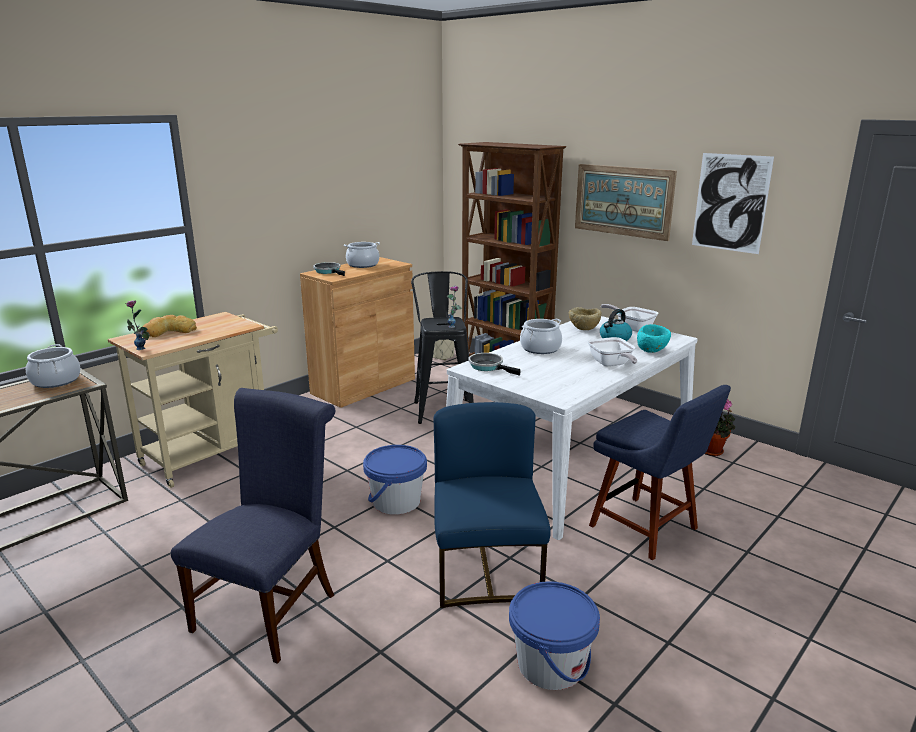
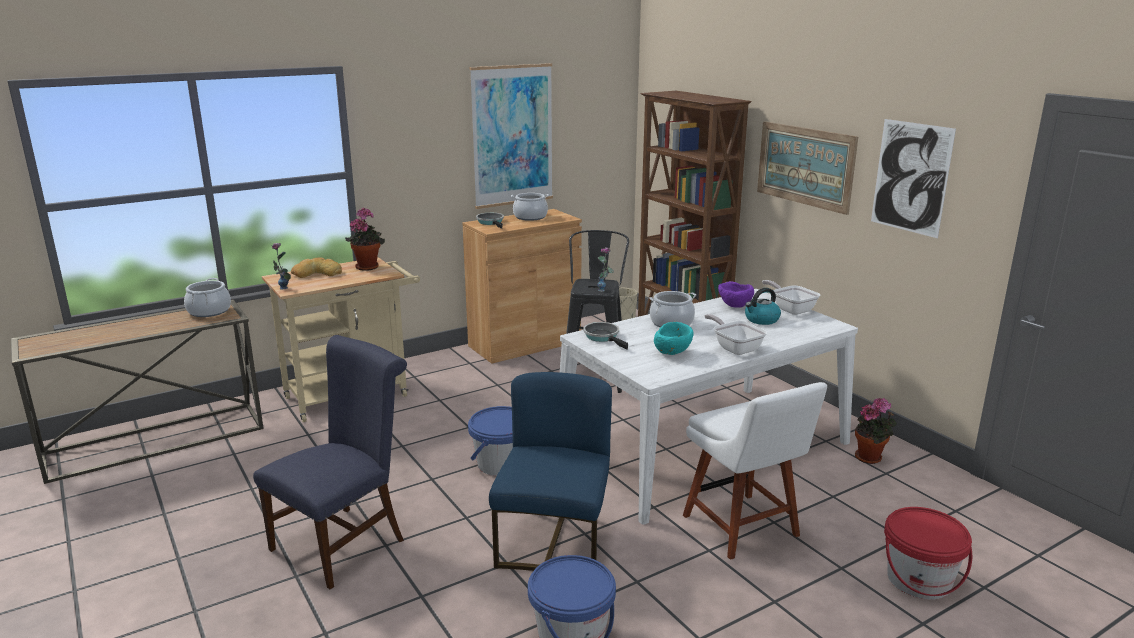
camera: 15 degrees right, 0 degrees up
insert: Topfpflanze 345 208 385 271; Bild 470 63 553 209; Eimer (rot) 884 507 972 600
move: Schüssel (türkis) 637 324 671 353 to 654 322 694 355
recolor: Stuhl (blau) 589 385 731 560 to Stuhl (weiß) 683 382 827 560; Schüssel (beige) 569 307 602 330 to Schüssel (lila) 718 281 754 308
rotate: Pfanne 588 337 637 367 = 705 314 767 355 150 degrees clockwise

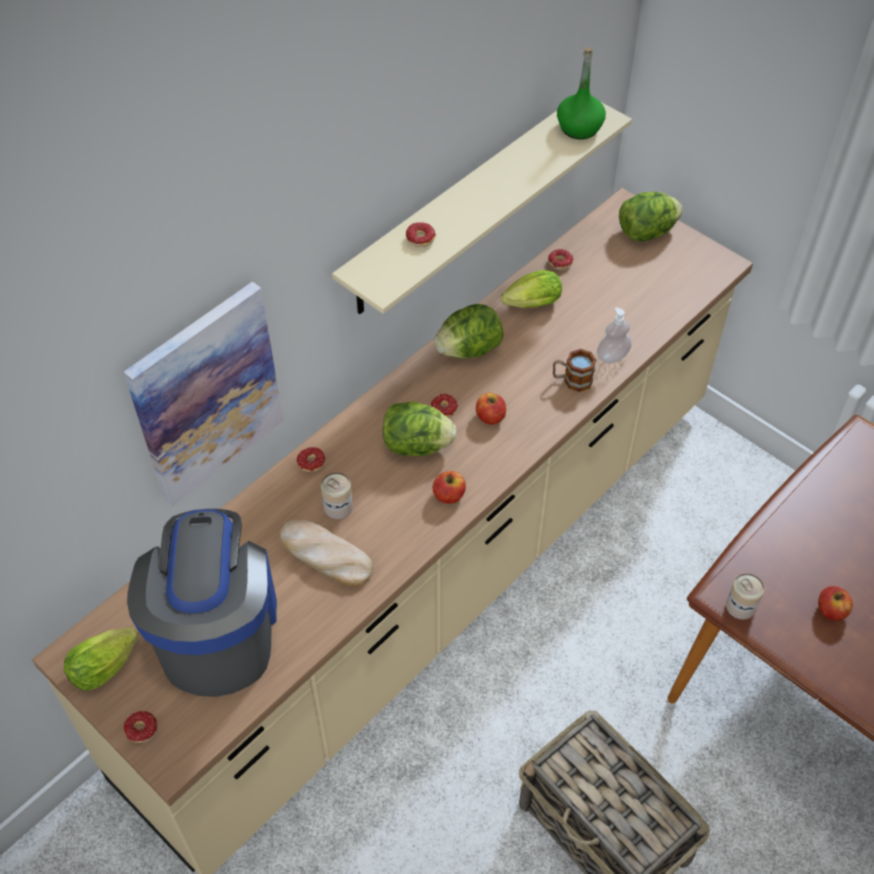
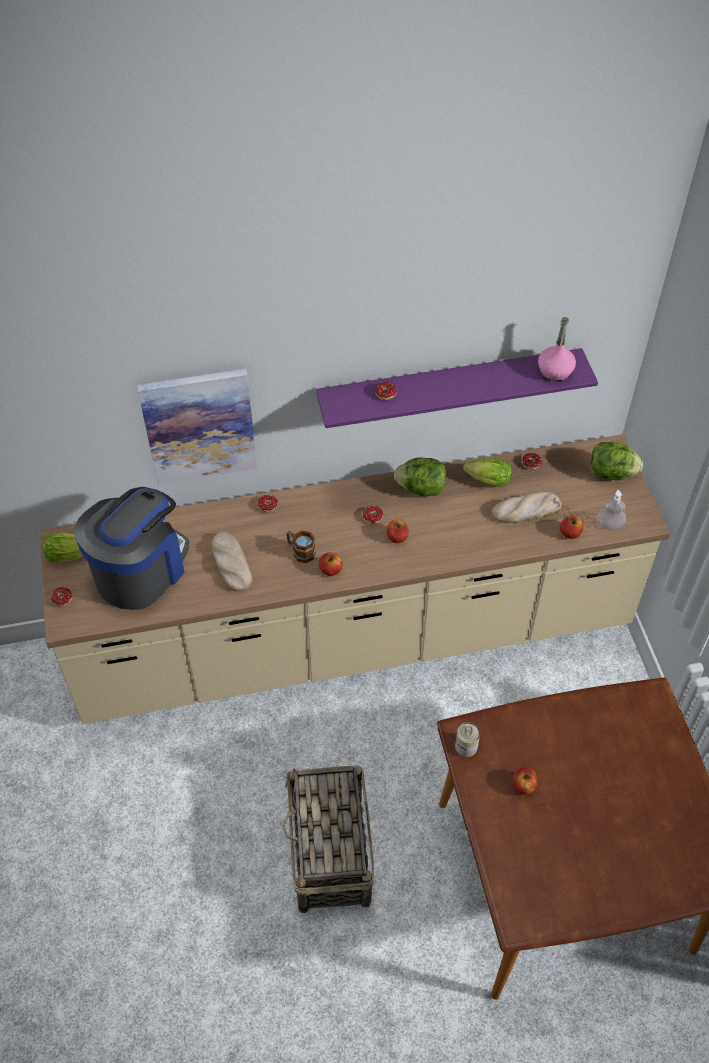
camera: 35 degrees right, 0 degrees up
delete: Dose 321 472 353 519; Salatkopf 383 402 457 456
insert: Brot 491 492 562 523; Apfel 560 516 584 539
move: Henkelbecher 553 349 596 392 to 287 531 316 563; Seifenspender 597 308 632 363 to 597 490 626 530
recolor: Wandregal (beige) 332 102 632 314 to Wandregal (lila) 316 348 598 428; Flasche (grün) 557 47 606 140 to Flasche (rosa) 538 317 576 381

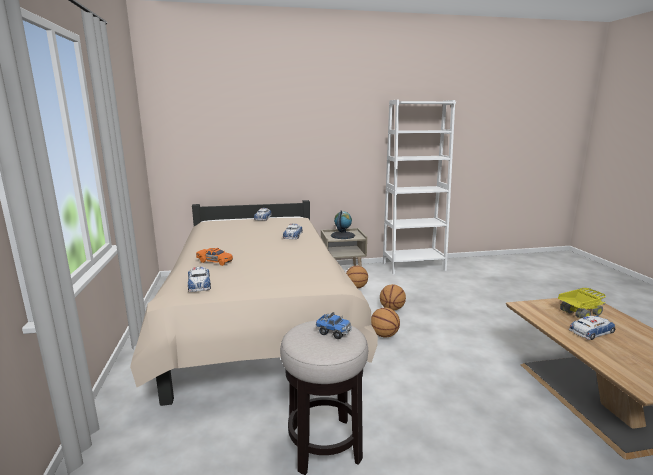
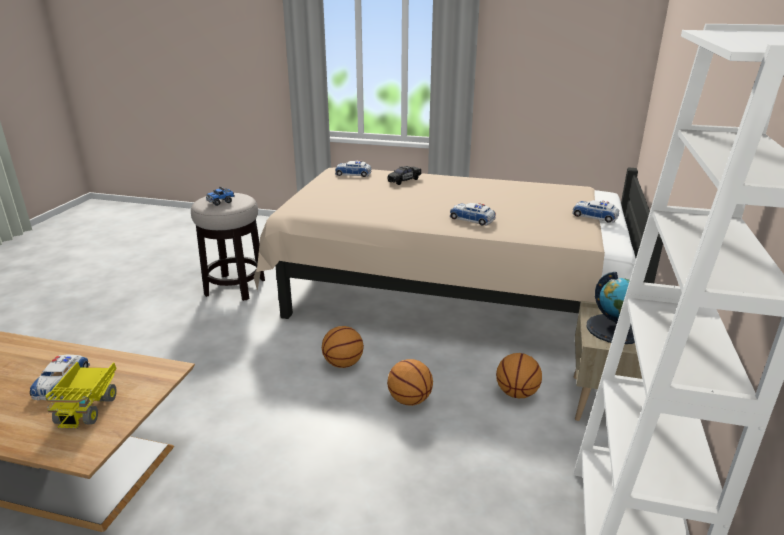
camera: 115 degrees right, 10 degrees up
recolor: Spielzeugauto (orange) 196 248 233 266 to Spielzeugauto (schwarz) 387 166 422 185

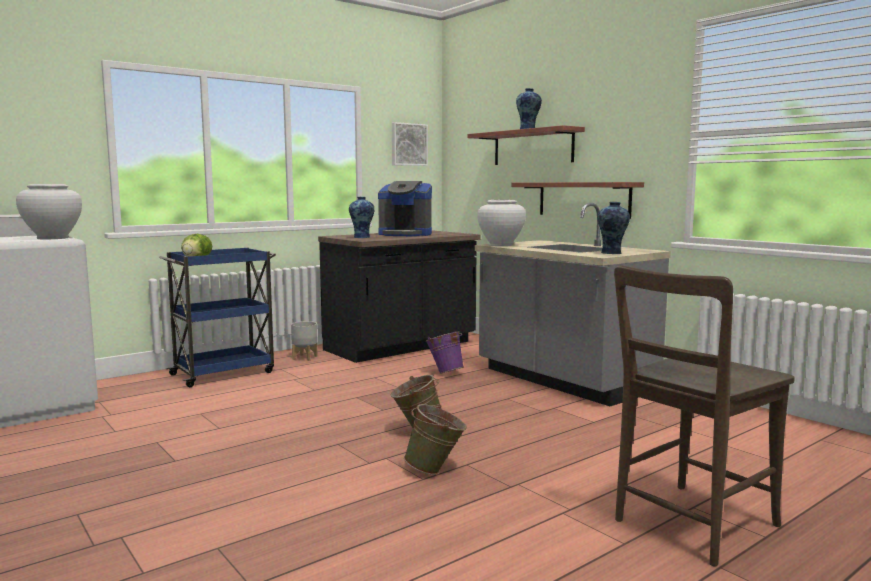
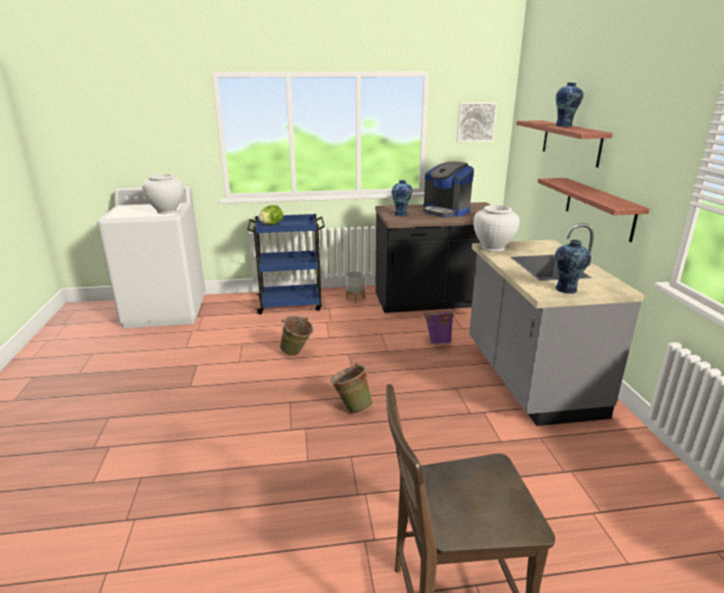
camera: 30 degrees right, 15 degrees up
move: Eimer (grün) 404 404 467 475 to 280 316 314 356

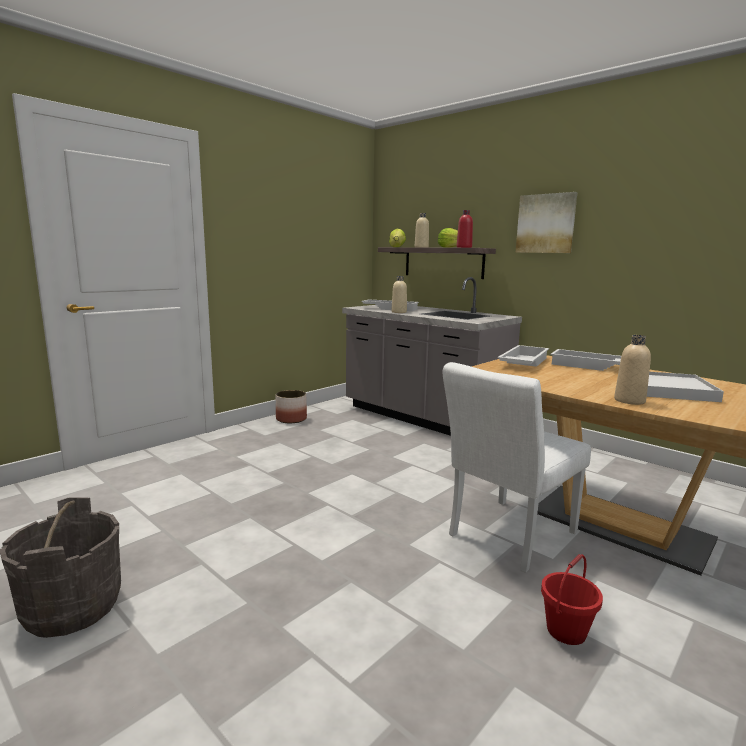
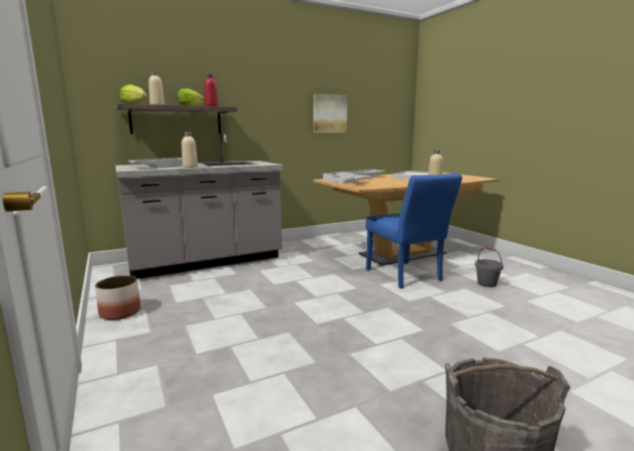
camera: 70 degrees left, 0 degrees up
move: Bild 516 192 577 253 to 313 94 347 133
recolor: Stuhl (weiß) 443 362 591 573 to Stuhl (blau) 366 173 462 289; Eimer (rot) 541 554 603 645 to Eimer (grau) 475 247 504 287

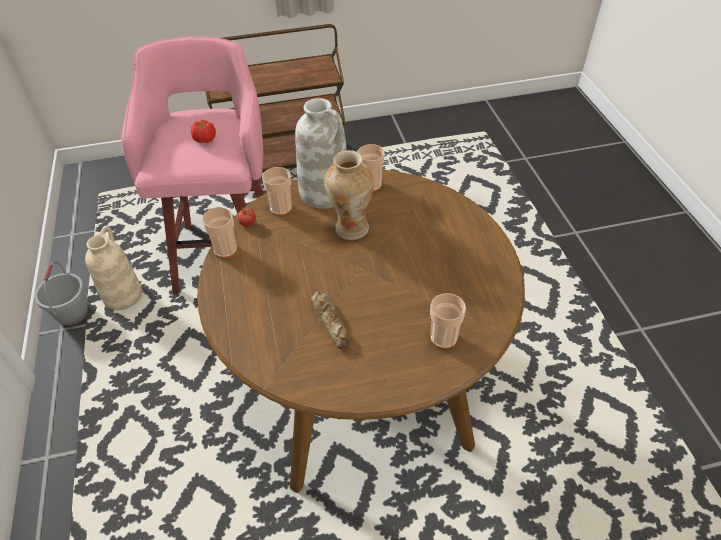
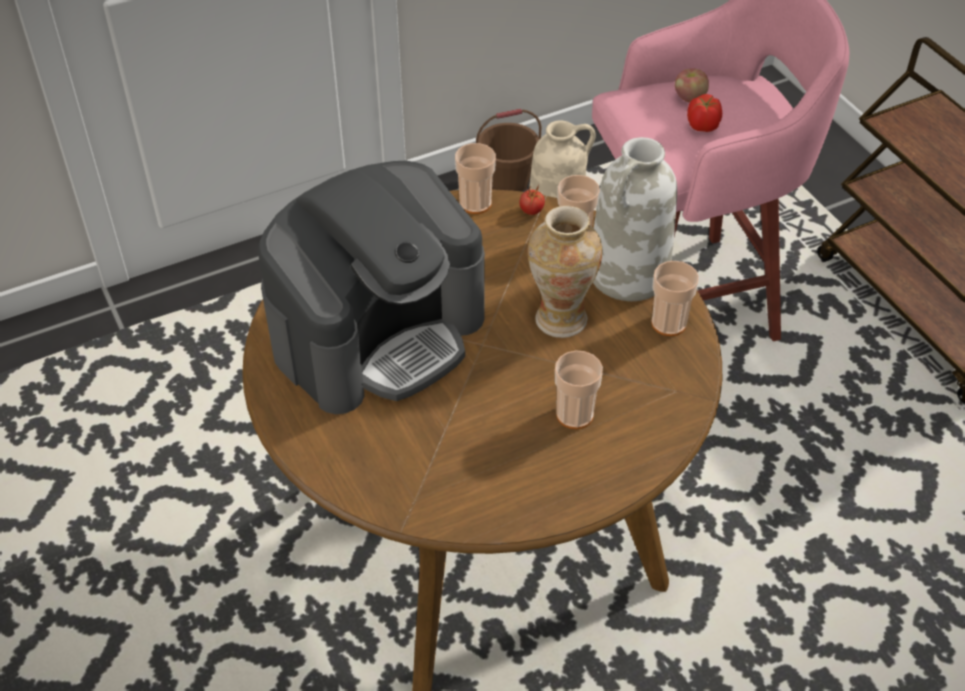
camera: 75 degrees right, 0 degrees up
insert: Apfel 675 68 709 103
move: Tasse 430 293 466 349 to 555 350 603 429
replace: Brot 311 291 351 350 to Kaffeemaschine 258 161 485 414
recolor: Eimer (grau) 34 261 88 326 to Eimer (braun) 476 109 541 192

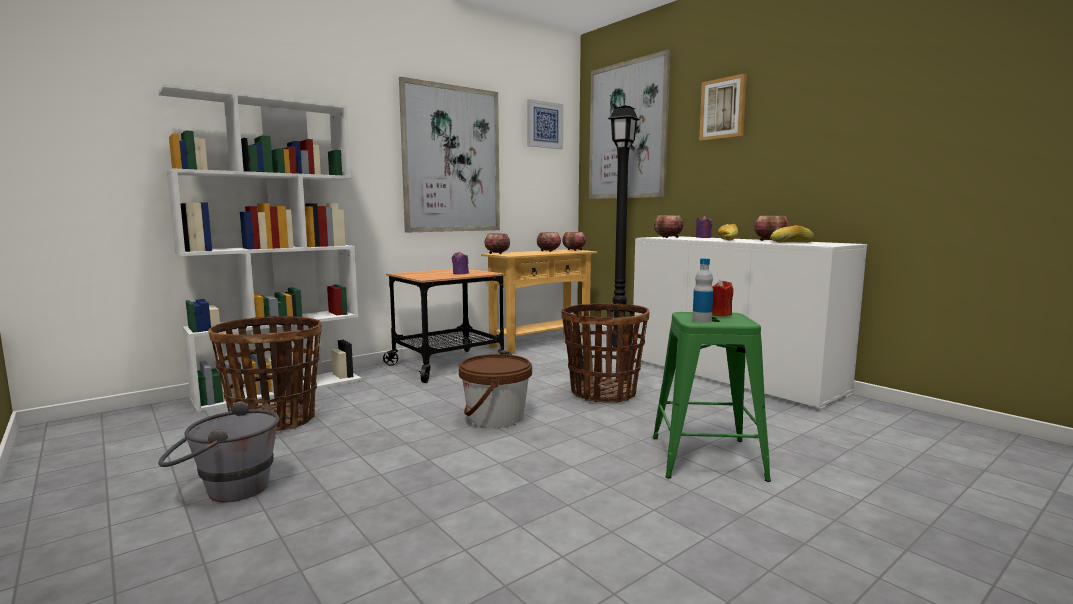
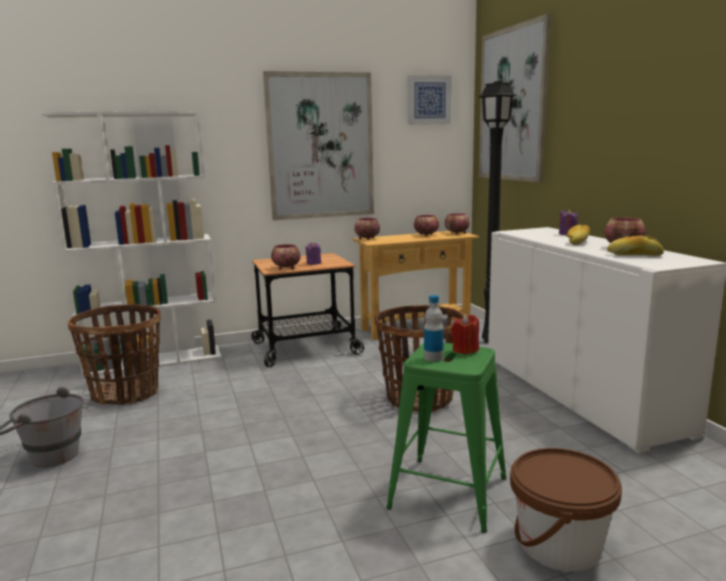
camera: 20 degrees right, 5 degrees up
delete: Bild 699 74 747 141
move: Schüssel 654 215 683 238 to 271 244 301 270; Eimer (braun) 459 354 532 428 to 510 448 622 572

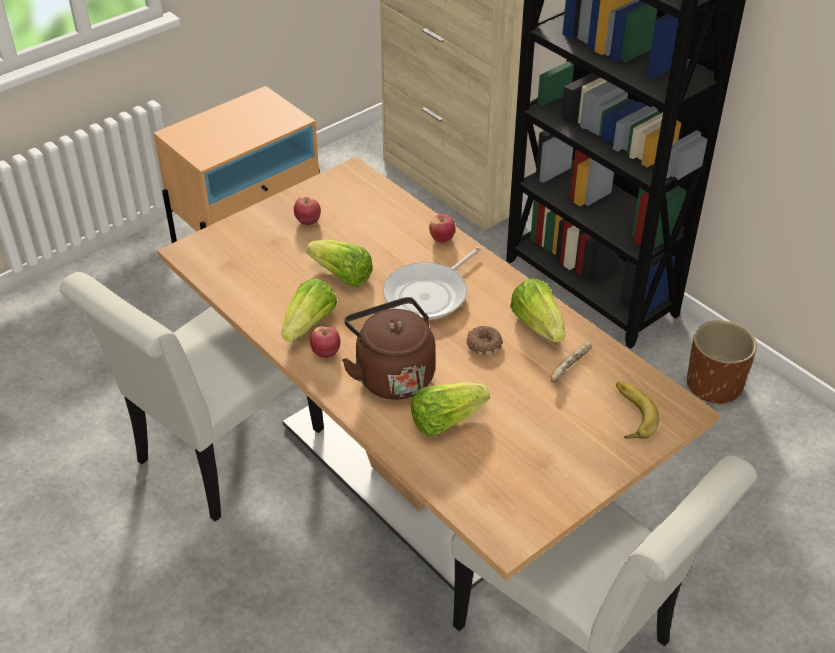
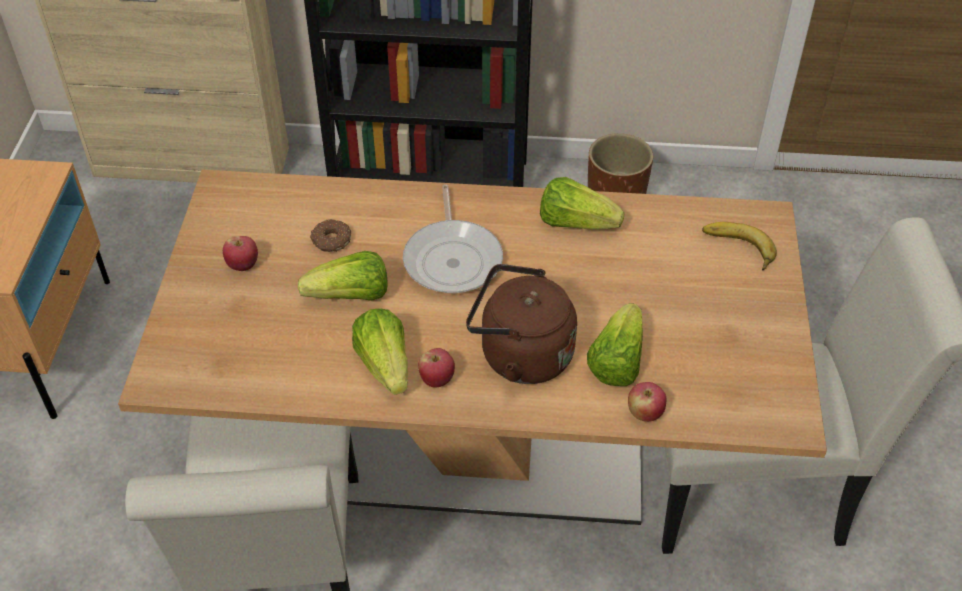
camera: 45 degrees left, 5 degrees up
delete: Brot 551 342 592 383
move: Donut 466 326 503 355 to 310 219 351 252; Apfel 429 214 456 243 to 628 382 666 422

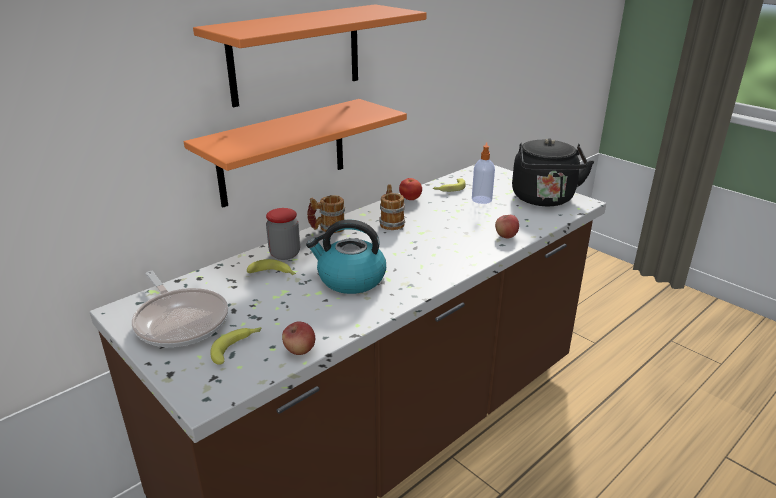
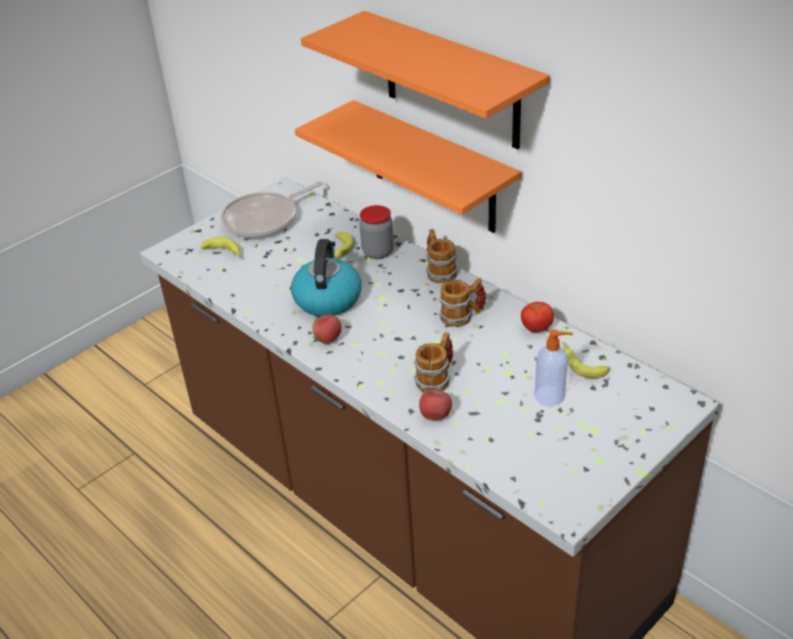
camera: 90 degrees right, 10 degrees up
delete: Wasserkessel (schwarz) 512 138 594 207
insert: Henkelbecher 414 332 453 392
move: Apfel 282 321 315 355 to 312 314 342 344

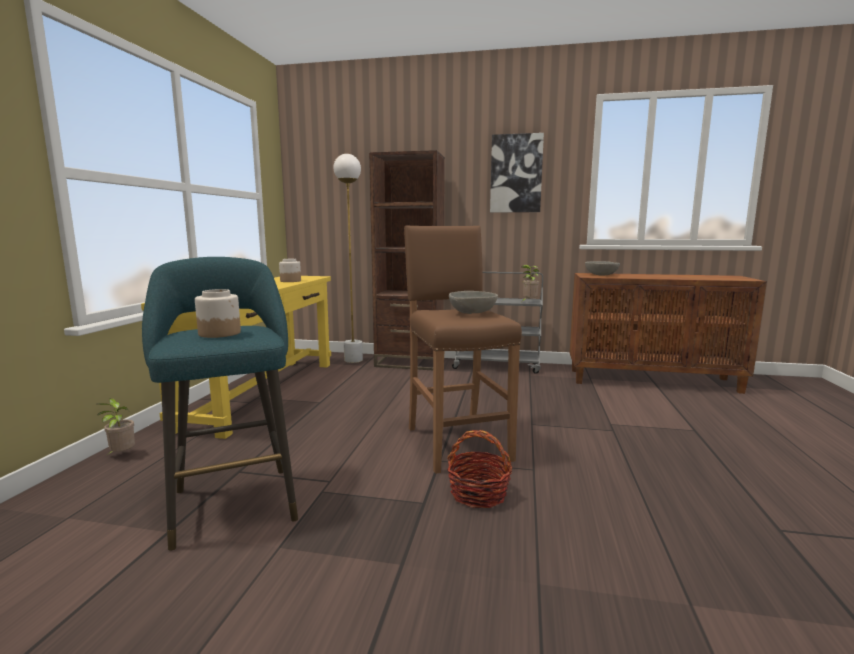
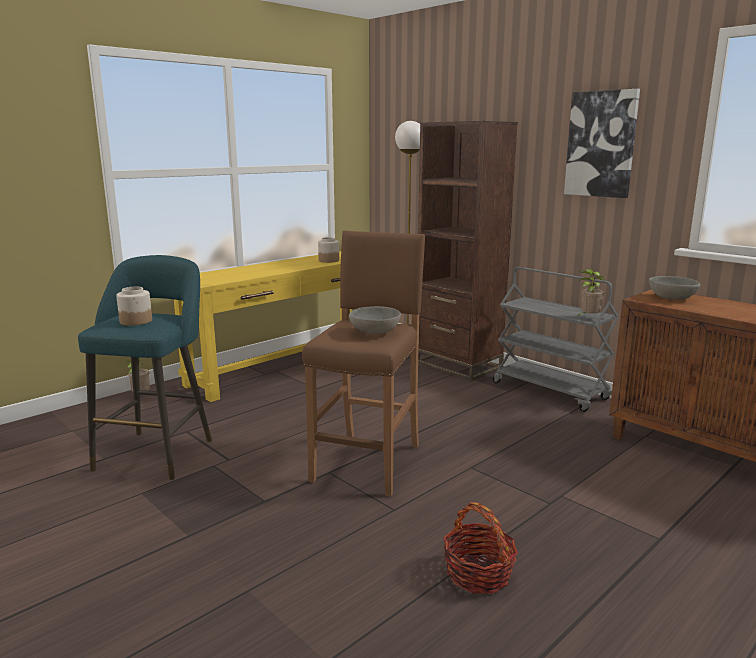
camera: 35 degrees right, 5 degrees up
move: Korb 447 430 512 508 to 443 502 518 594

